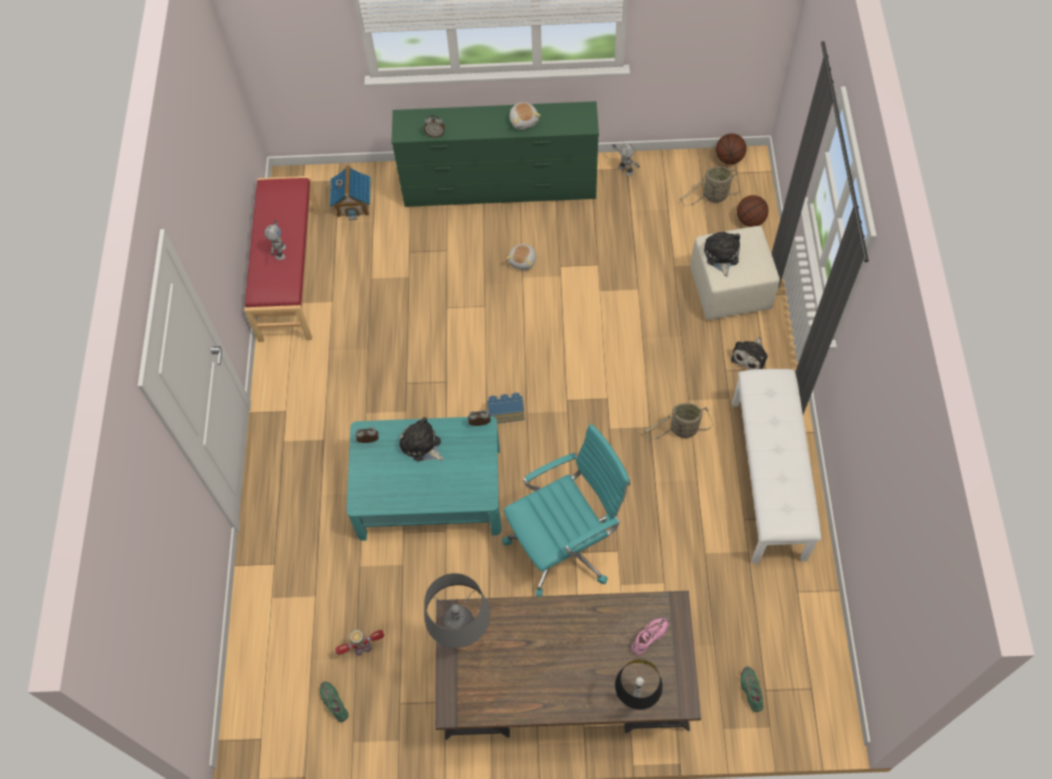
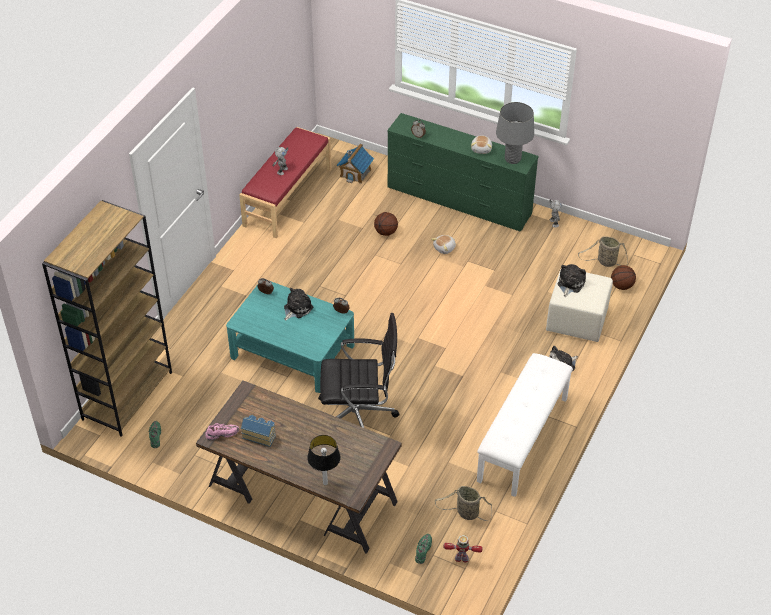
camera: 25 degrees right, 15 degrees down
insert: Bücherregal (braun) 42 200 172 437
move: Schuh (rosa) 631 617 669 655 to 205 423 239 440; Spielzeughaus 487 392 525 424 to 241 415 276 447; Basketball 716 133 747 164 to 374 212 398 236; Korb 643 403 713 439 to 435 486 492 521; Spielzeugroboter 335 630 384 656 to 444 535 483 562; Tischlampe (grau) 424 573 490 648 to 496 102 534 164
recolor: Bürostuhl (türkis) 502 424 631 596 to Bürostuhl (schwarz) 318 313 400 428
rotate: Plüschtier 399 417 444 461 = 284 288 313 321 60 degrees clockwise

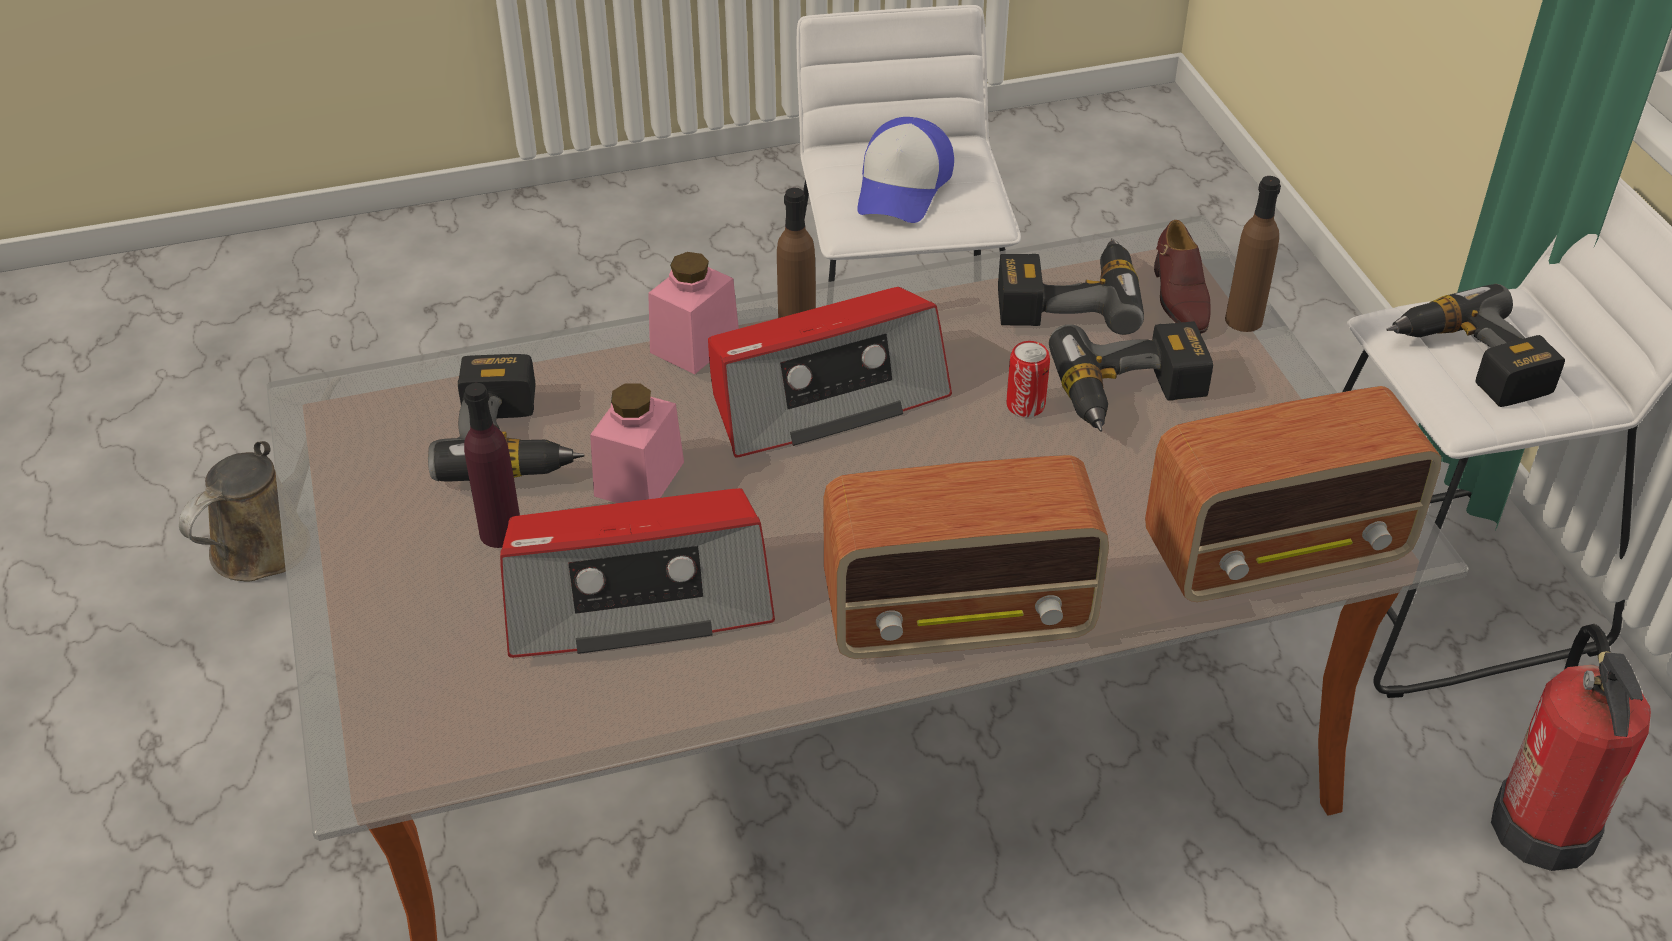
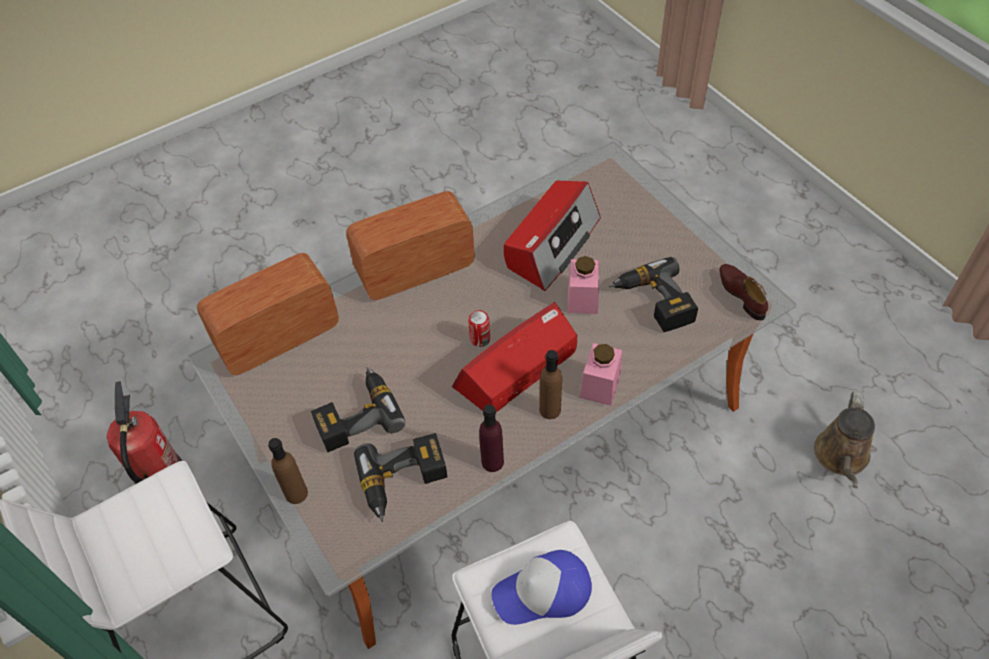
camera: 165 degrees right, 10 degrees up
delete: Bohrmaschine 1386 284 1565 407
move: Dose 1006 341 1050 417 to 468 310 490 347; Flasche (lila) 464 383 520 548 to 479 404 504 472; Schuh (braun) 1154 220 1211 333 to 719 264 768 320
rotate: Kappe 857 117 954 223 = 492 550 592 625 105 degrees counterclockwise; Radio 500 488 775 658 = 504 181 601 291 150 degrees clockwise

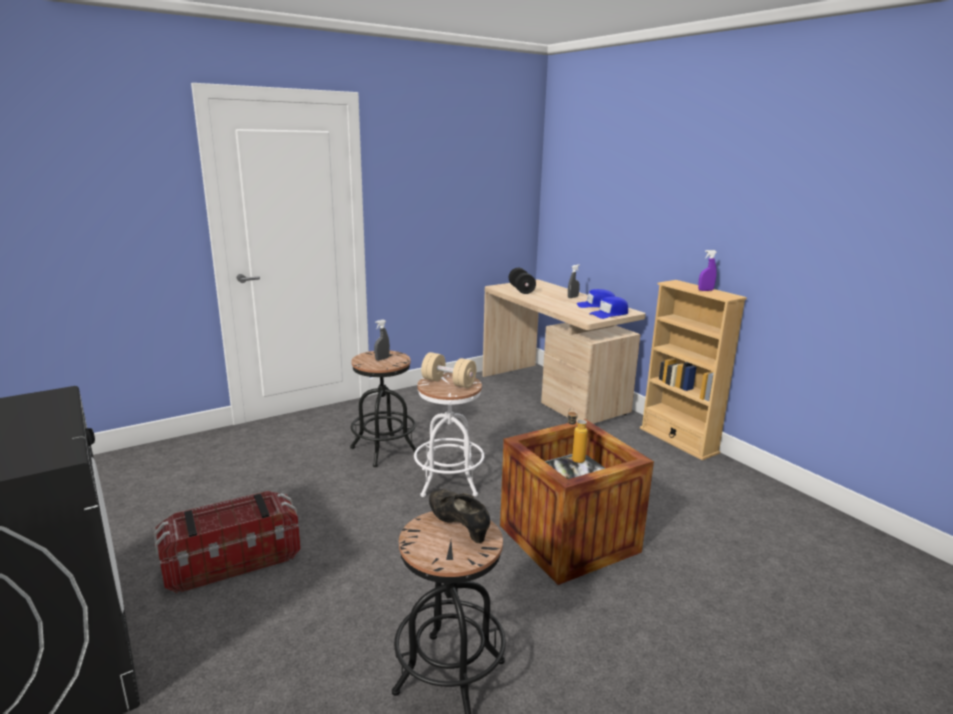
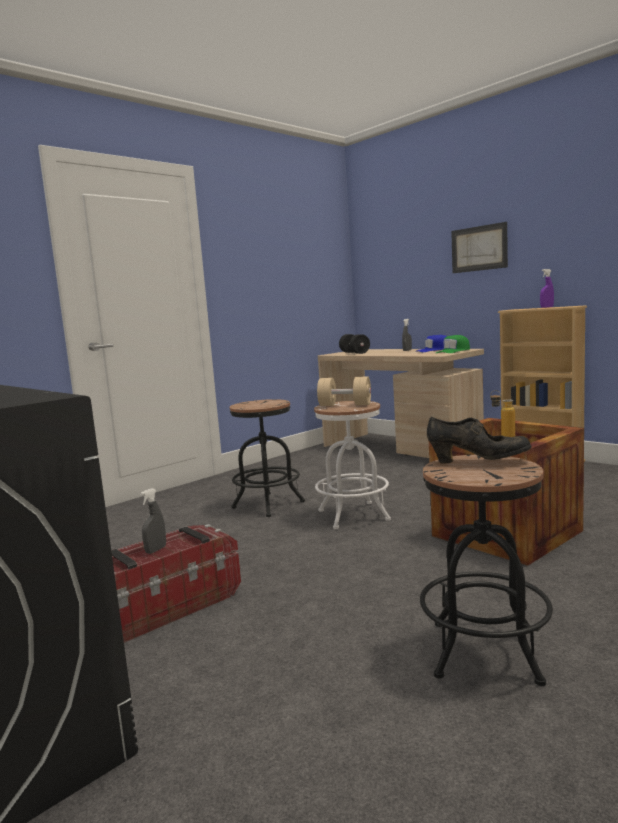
camera: 10 degrees left, 10 degrees down
insert: Bild 451 222 508 273
move: Sprühflasche (grau) 374 319 390 361 to 140 488 166 554
recolor: Kappe (blau) 589 297 628 319 to Kappe (grün) 436 335 470 353
rotate: Schuh (schwarz) 429 489 490 543 = 427 417 532 463 150 degrees clockwise

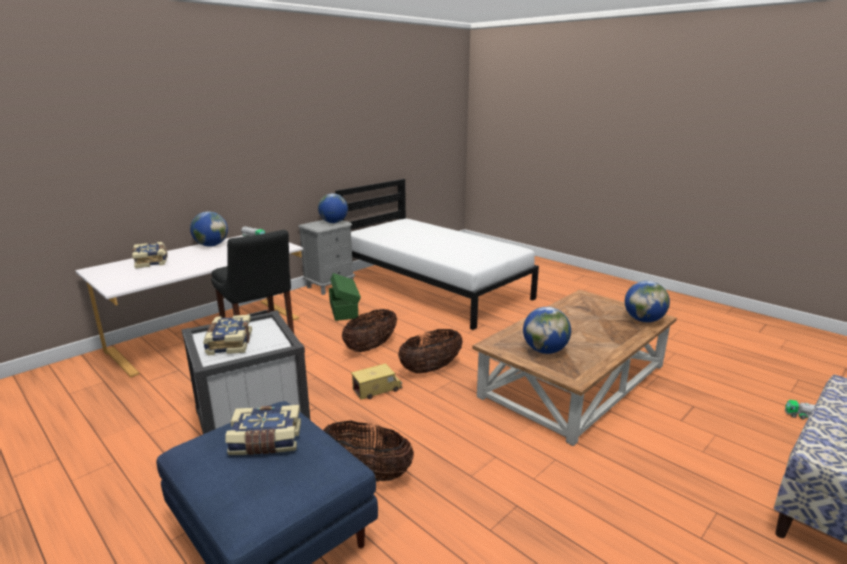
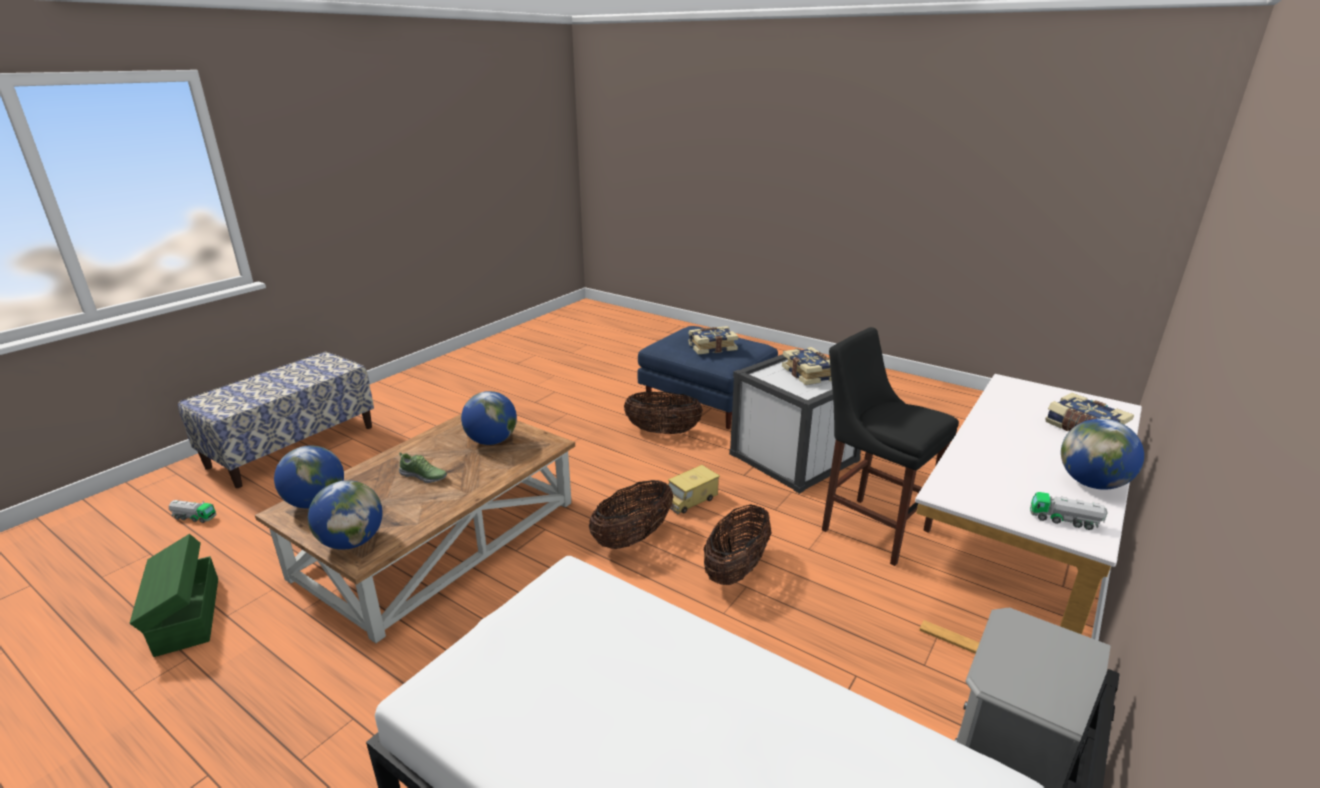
camera: 170 degrees right, 5 degrees up
insert: Schuh 399 452 447 483
move: Aufbewahrungsbox (grün) 329 273 361 321 to 130 534 218 657; Globus 318 193 348 223 to 308 480 383 550

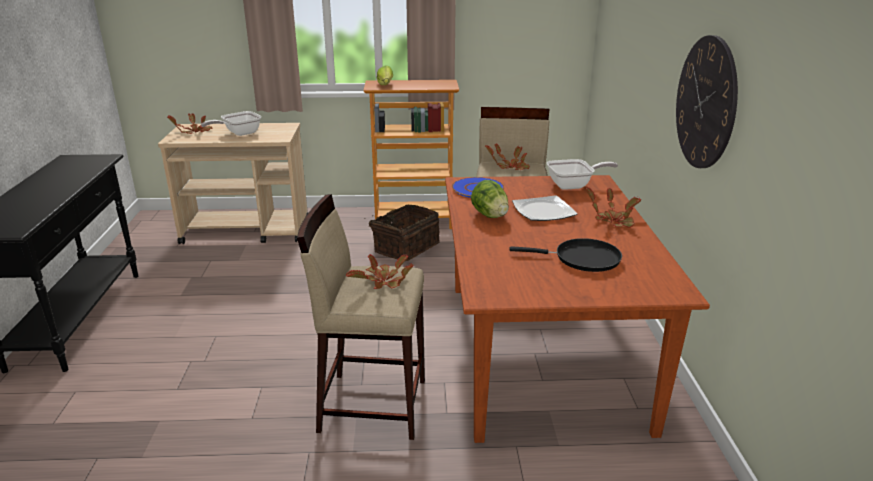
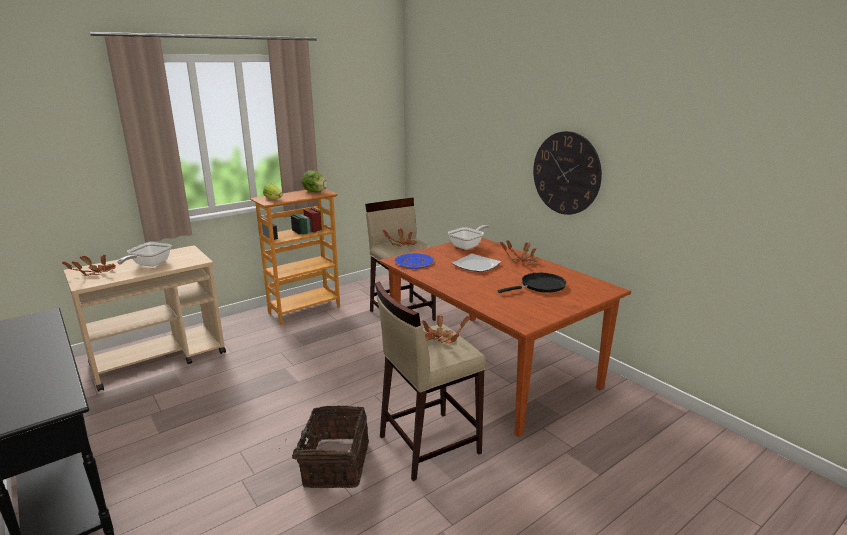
camera: 35 degrees left, 5 degrees down
move: Korb 369 205 440 261 to 279 405 369 488; Salatkopf 471 180 509 218 to 302 170 328 192

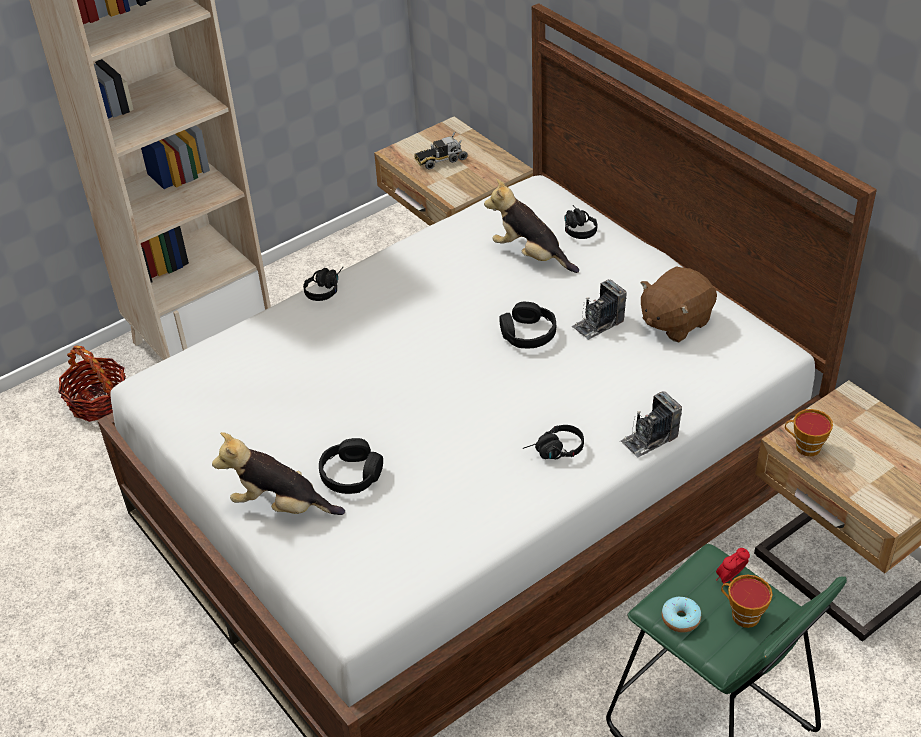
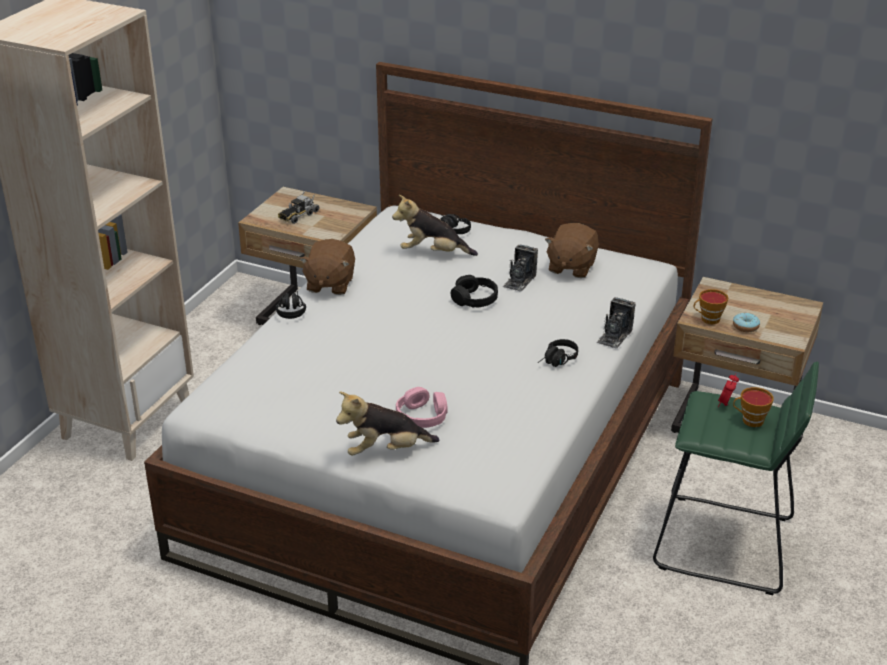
camera: 30 degrees left, 10 degrees down
delete: Korb 58 346 126 422
insert: Plüschtier (braun) 299 239 355 295
move: Donut 662 597 701 633 to 733 313 760 332
recolor: Kopfhörer (schwarz) 319 438 383 494 to Kopfhörer (rosa) 396 387 448 428

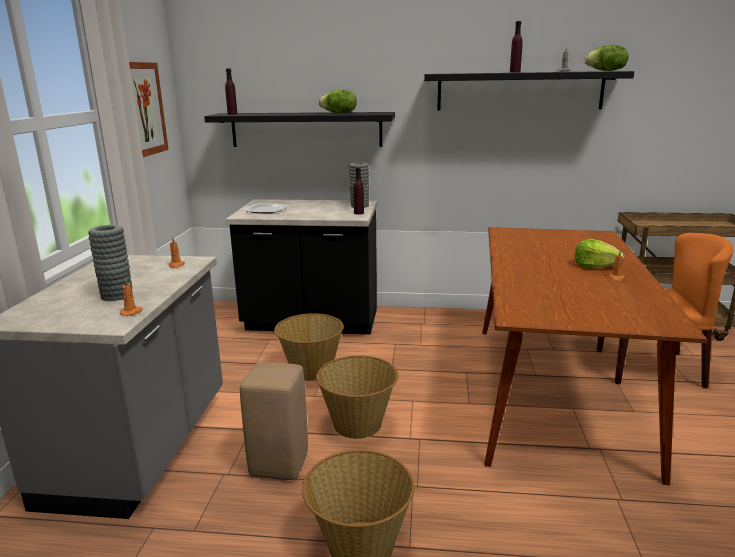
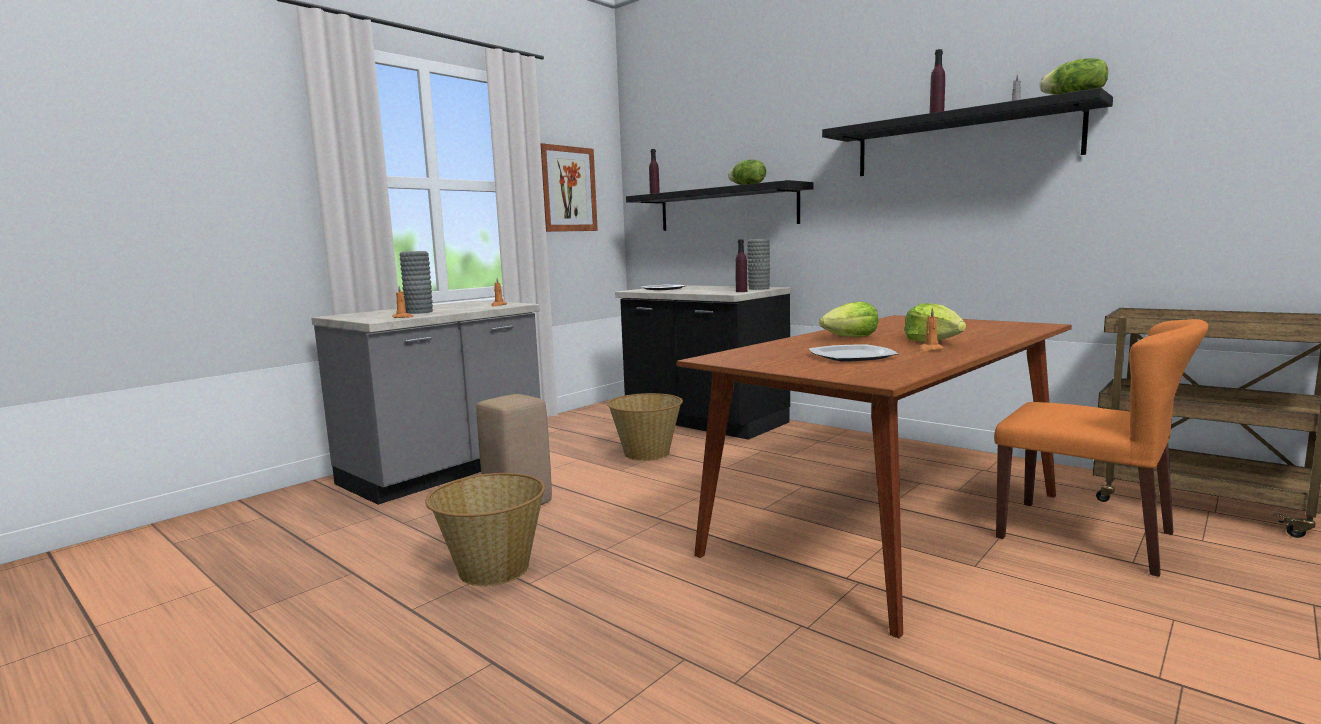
camera: 35 degrees right, 10 degrees down
delete: Korb 316 355 399 439
insert: Teller 809 344 898 362; Salatkopf 819 302 879 337

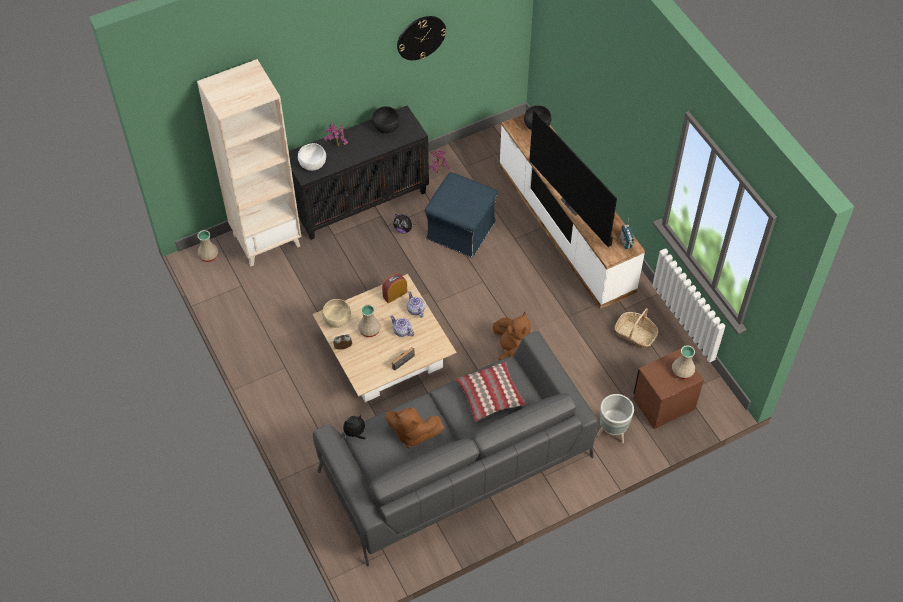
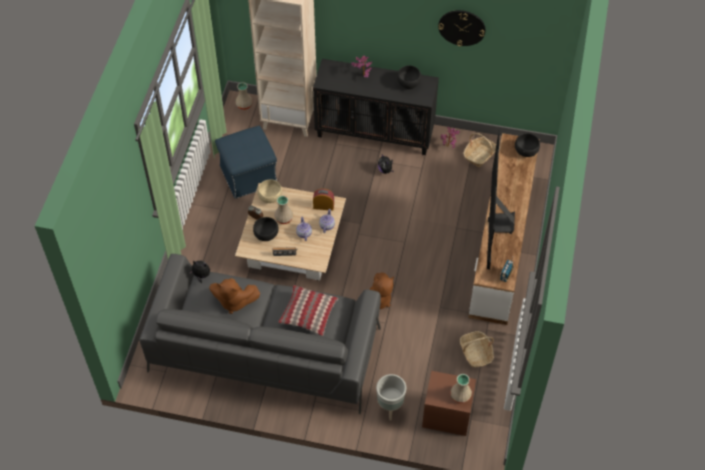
camera: 40 degrees right, 0 degrees up
delete: Schüssel (weiß) 298 143 326 171
insert: Schüssel (schwarz) 253 217 279 241; Korb 463 133 496 167
move: Polsterhocker (blau) 425 172 498 258 to 215 126 277 199
rotate: Plüschtier (braun) 385 407 444 448 = 209 278 260 314 45 degrees counterclockwise

